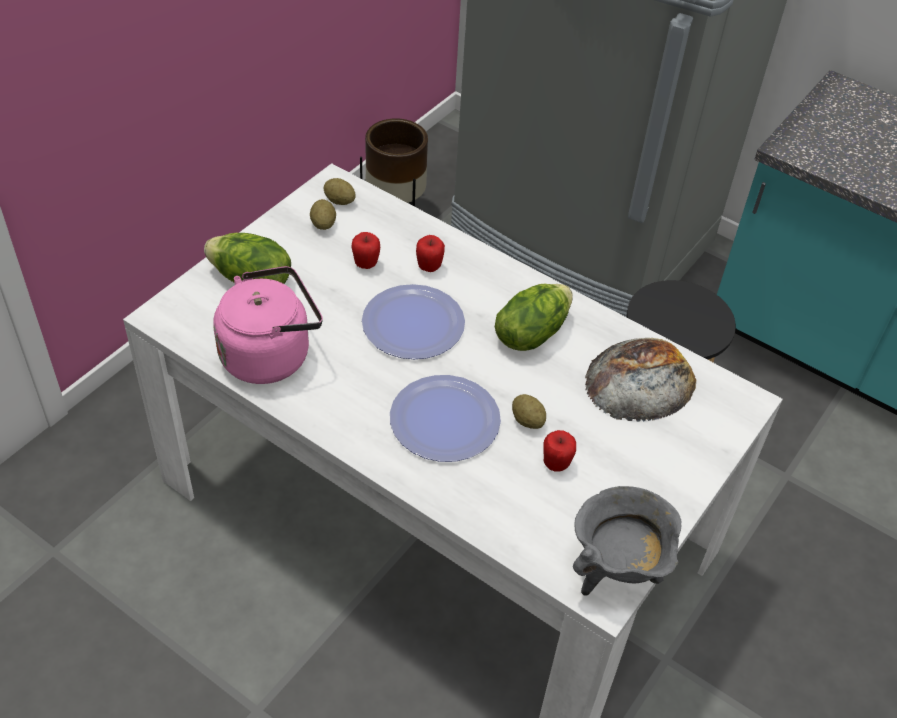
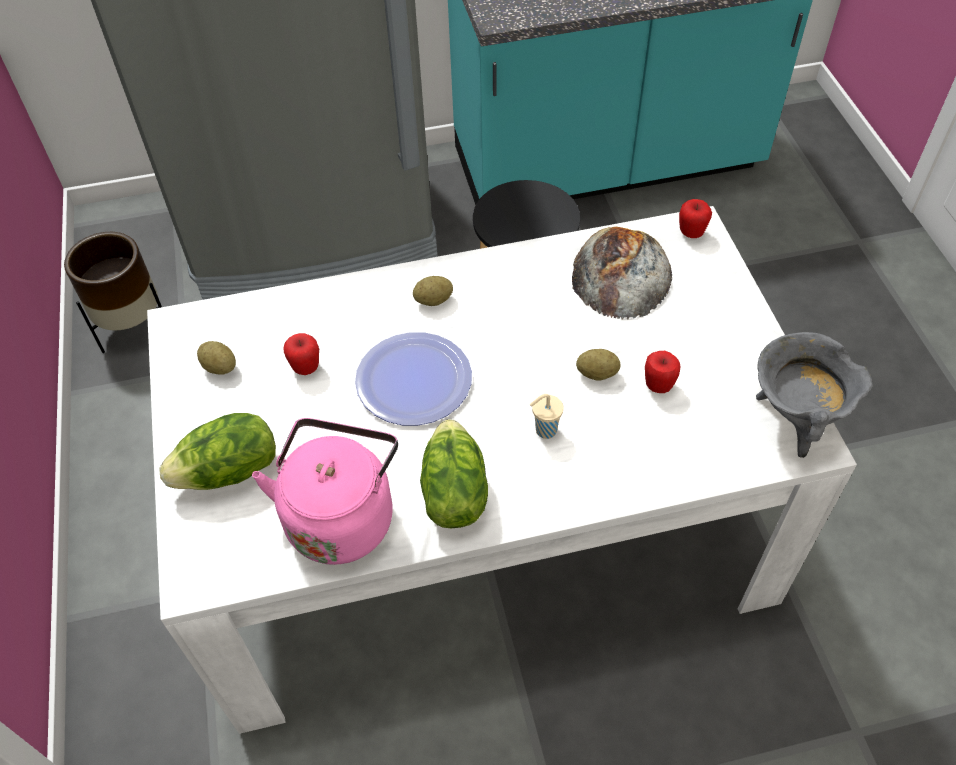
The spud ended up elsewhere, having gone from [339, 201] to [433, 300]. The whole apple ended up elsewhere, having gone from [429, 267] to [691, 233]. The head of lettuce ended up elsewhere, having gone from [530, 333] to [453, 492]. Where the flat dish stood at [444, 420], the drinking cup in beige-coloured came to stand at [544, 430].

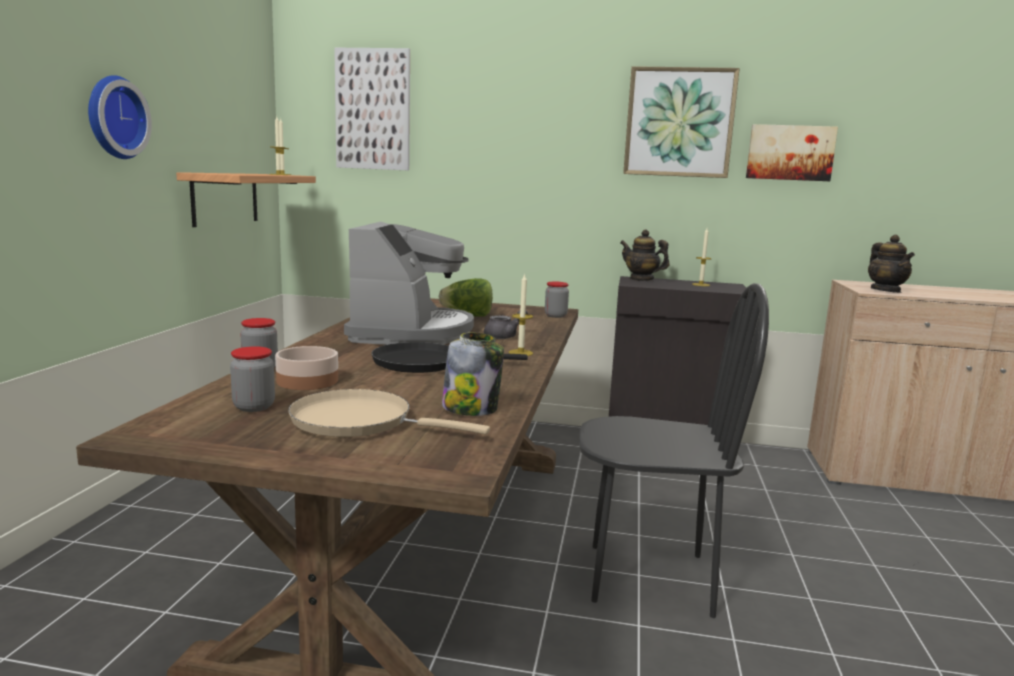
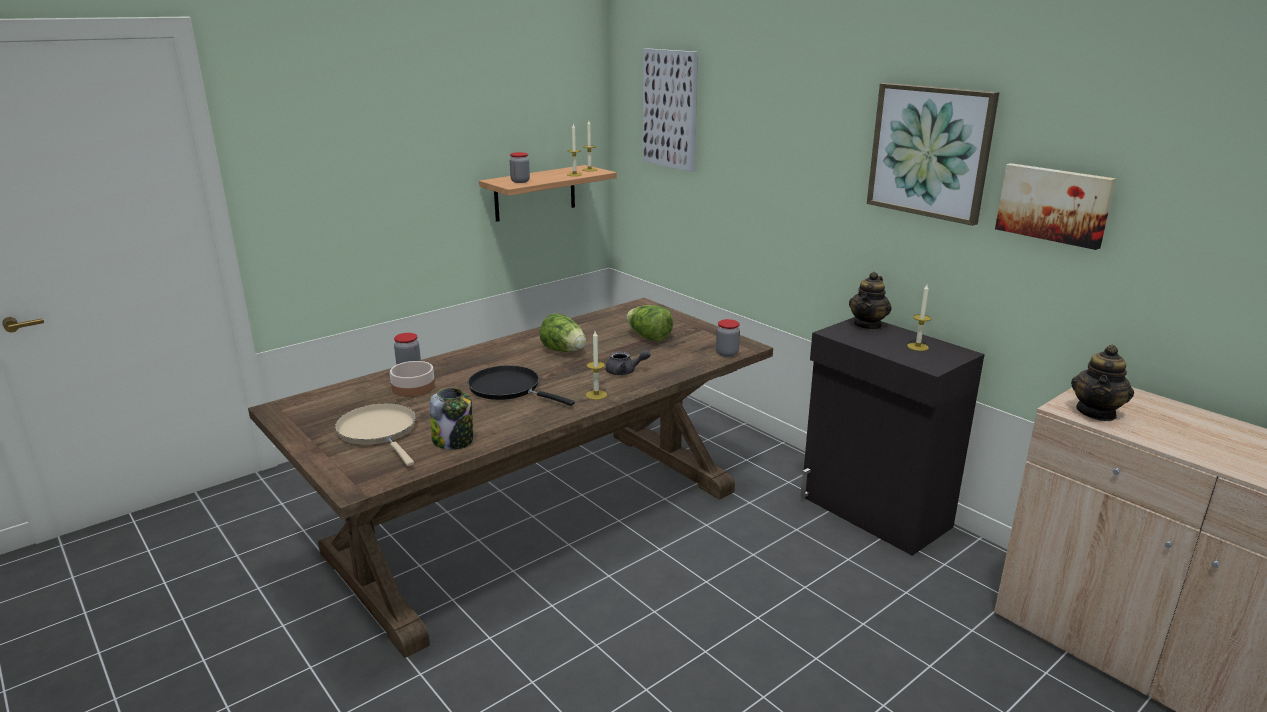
The second view lost the hanging clock at [113, 117]. Where the coffee machine stood at [411, 332], the head of lettuce came to stand at [564, 351]. The tea pot at [641, 279] ended up facing another way, 135 degrees counterclockwise from before. The second view lost the upright chair in black at [649, 578]. The storage jar ended up elsewhere, having gone from [254, 407] to [520, 181].

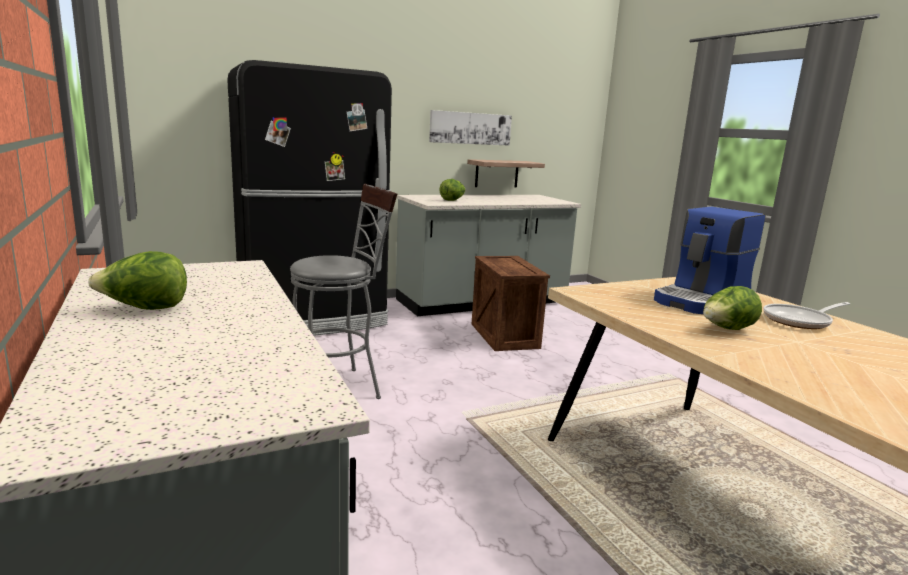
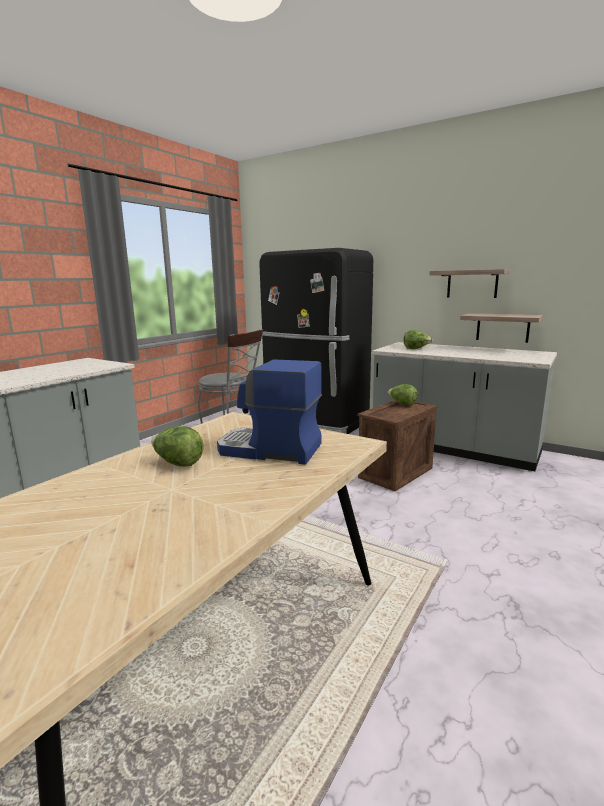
Where the picture hung at [470, 128], the bracket shelf came to hang at [472, 284]. The head of lettuce ended up elsewhere, having gone from [145, 309] to [402, 404]. The second view lost the pan at [800, 321].

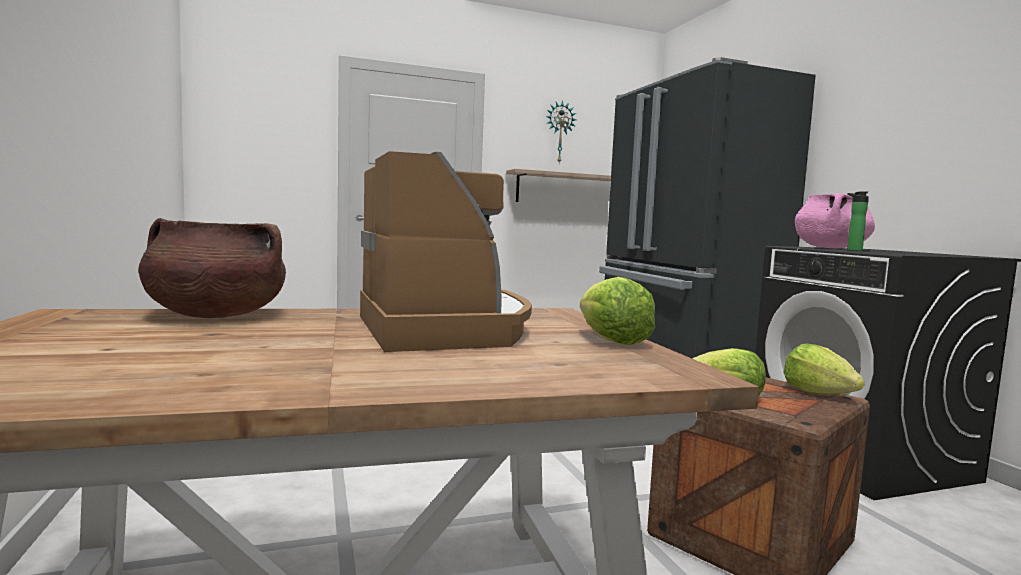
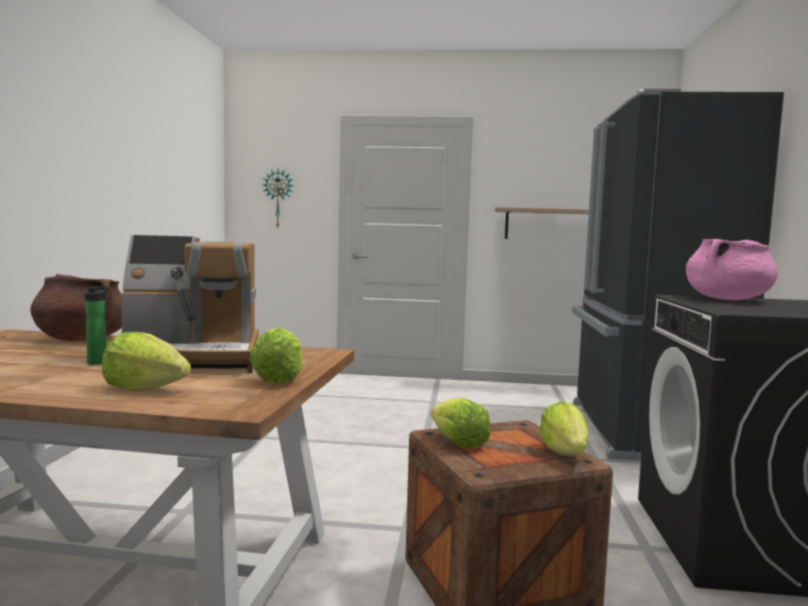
The hanging clock ended up elsewhere, having gone from [559, 132] to [278, 198]. The coffee machine at [447, 328] ended up facing another way, 75 degrees clockwise from before. The beverage bottle ended up elsewhere, having gone from [852, 250] to [98, 362]. The second view gained the head of lettuce at [145, 388].

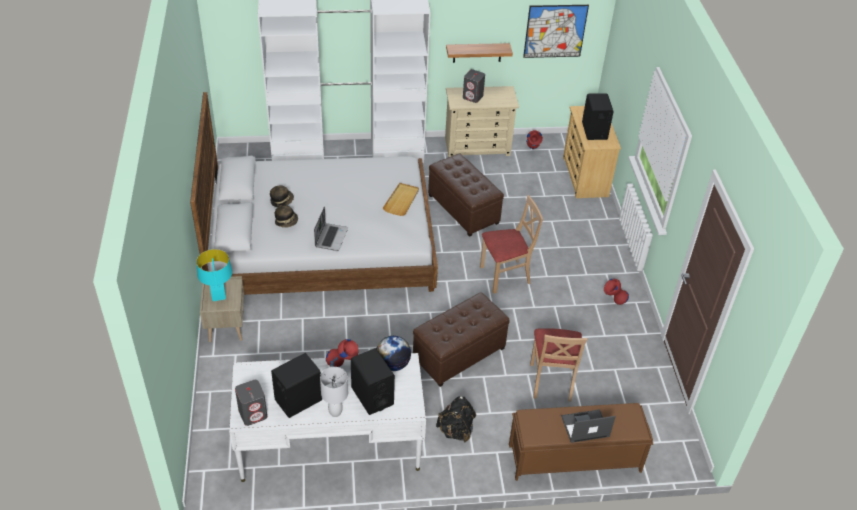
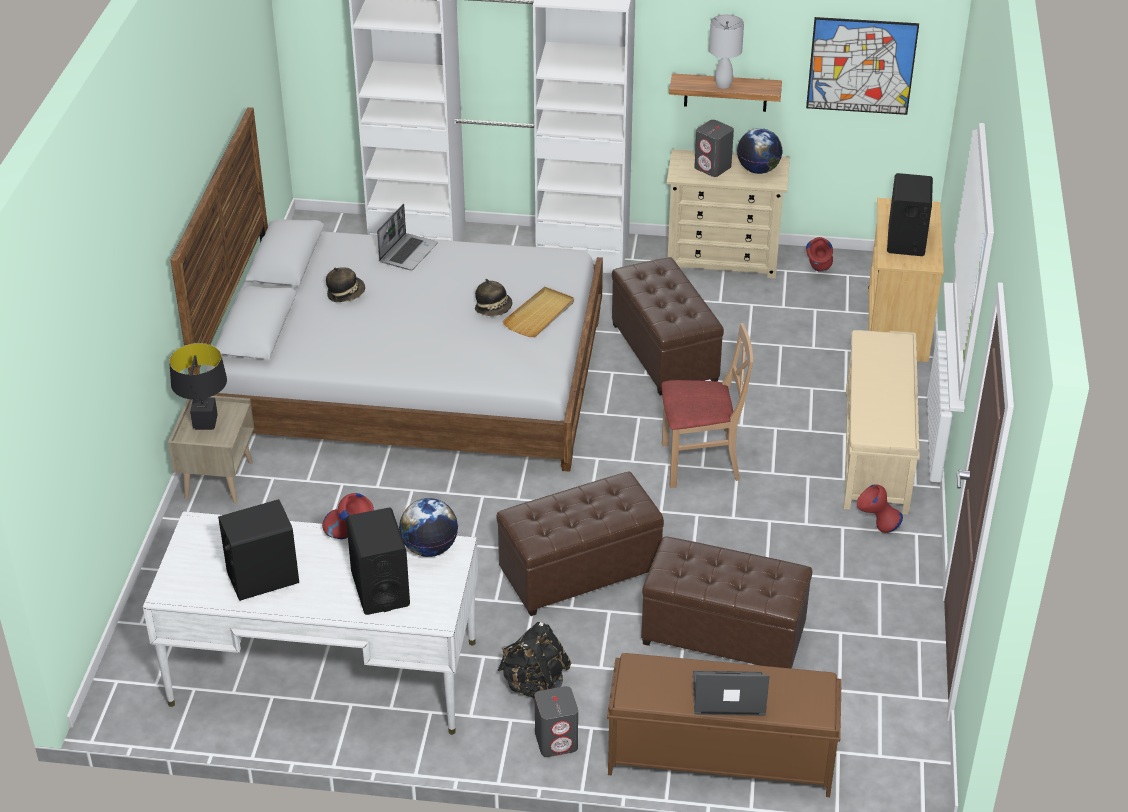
The hat ended up elsewhere, having gone from [286, 222] to [494, 309]. The laptop ended up elsewhere, having gone from [331, 237] to [408, 252]. What was the lamp for a table in turquoise at [218, 296] turned into the lamp for a table in black at [205, 423]. Where the upright chair in beige-coloured stood at [551, 381], the pouffe in brown came to stand at [723, 635]. The lamp for a table in white-coloured ended up elsewhere, having gone from [336, 412] to [724, 85]. The speaker in grey ended up elsewhere, having gone from [253, 413] to [557, 741]. The second view gained the world globe at [758, 170]. The second view gained the long seat in beige-coloured at [876, 451].

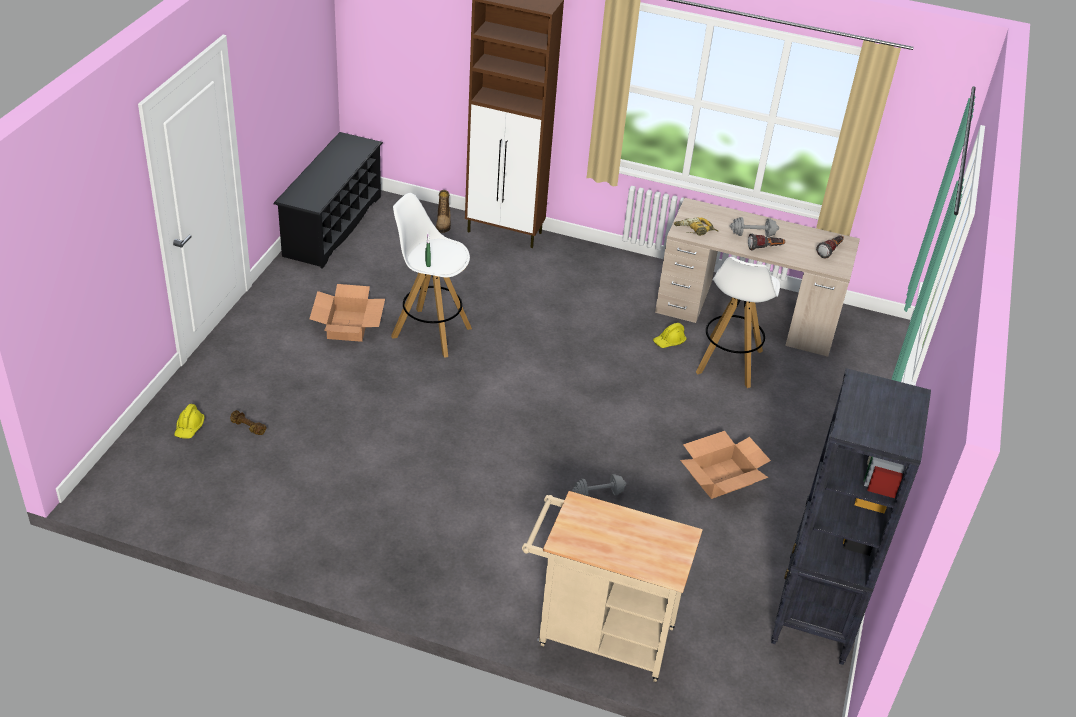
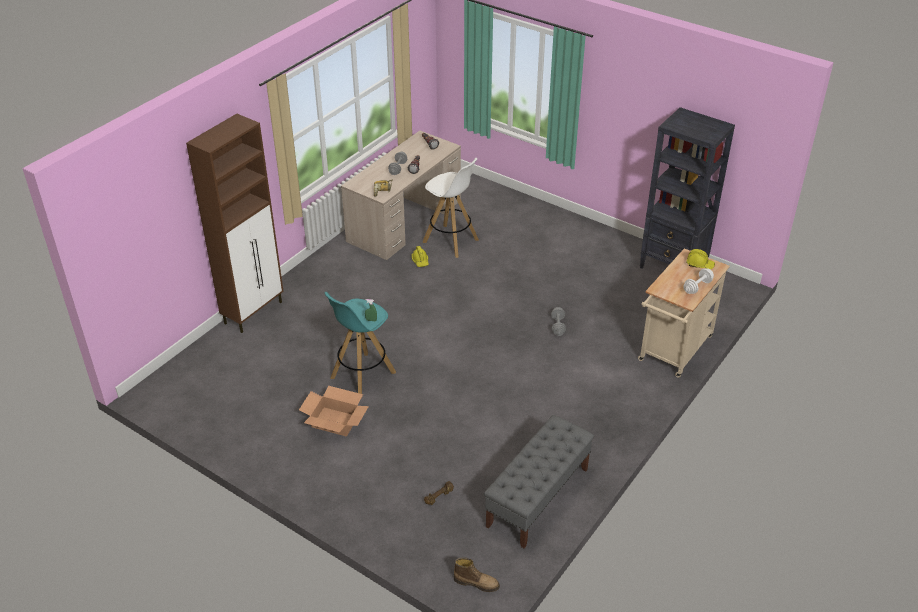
The second view lost the shoe rack in black at [332, 226]. The boot ended up elsewhere, having gone from [443, 223] to [476, 582]. What was the stool seat in white-coloured at [430, 332] turned into the stool seat in turquoise at [362, 375]. The work helmet in yellowish ended up elsewhere, having gone from [189, 427] to [699, 264]. The second view lost the cardboard box at [721, 478]. The second view gained the free weight in white-coloured at [697, 287]. The second view gained the long seat in grey at [537, 498].

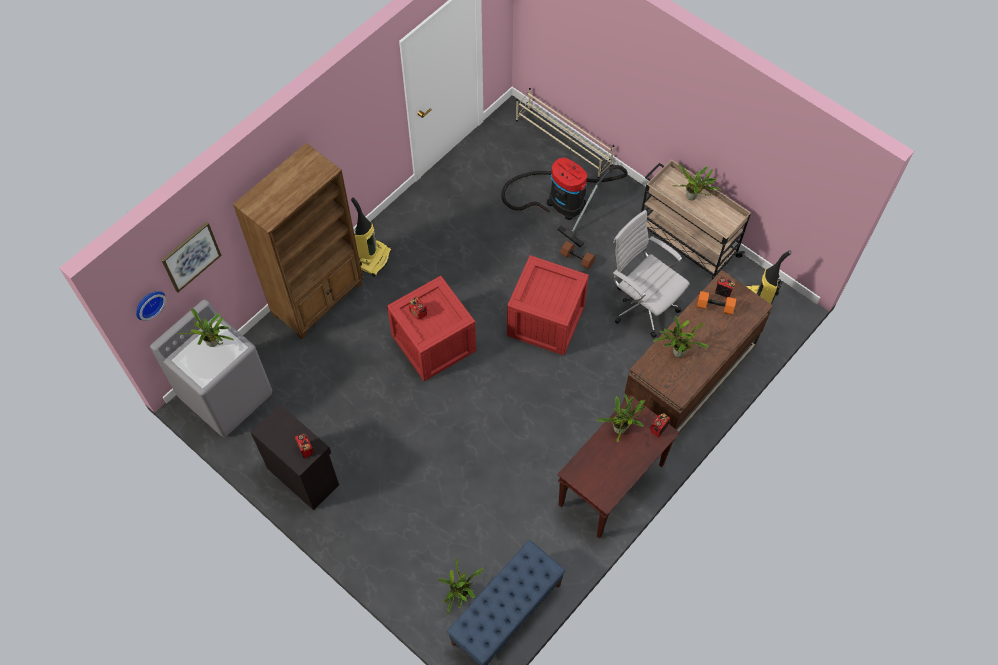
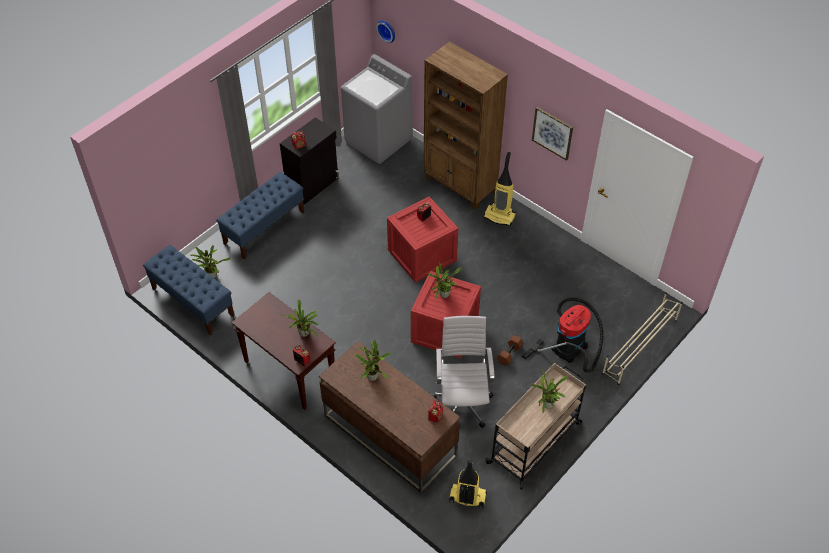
The computer chair in white-coloured at [642, 305] ended up facing another way, 45 degrees counterclockwise from before. The picture ended up elsewhere, having gone from [191, 256] to [552, 133]. The second view lost the free weight in orange at [714, 307]. The plant in a pot ended up elsewhere, having gone from [214, 343] to [443, 295]. The second view gained the long seat in bluish at [264, 227].

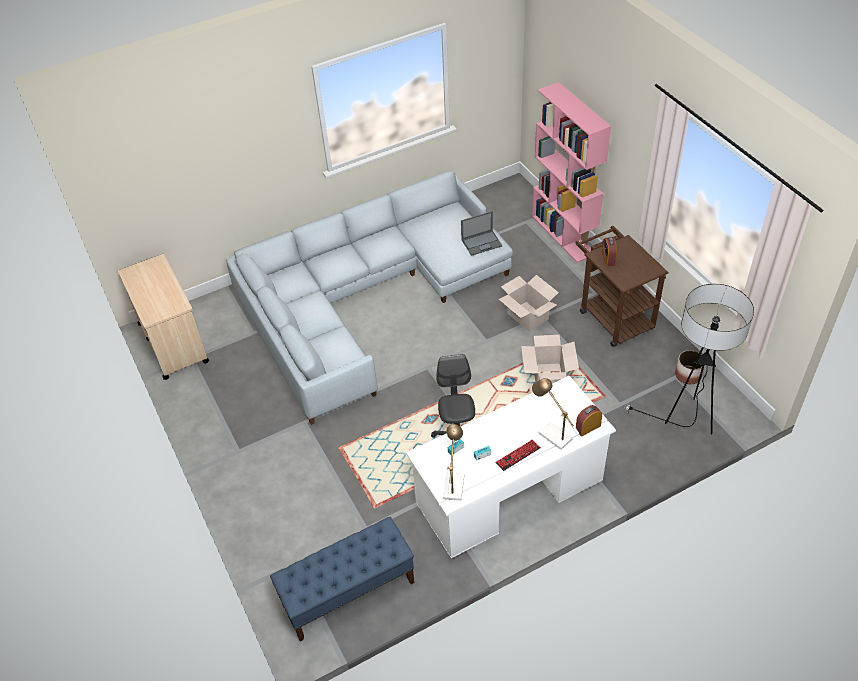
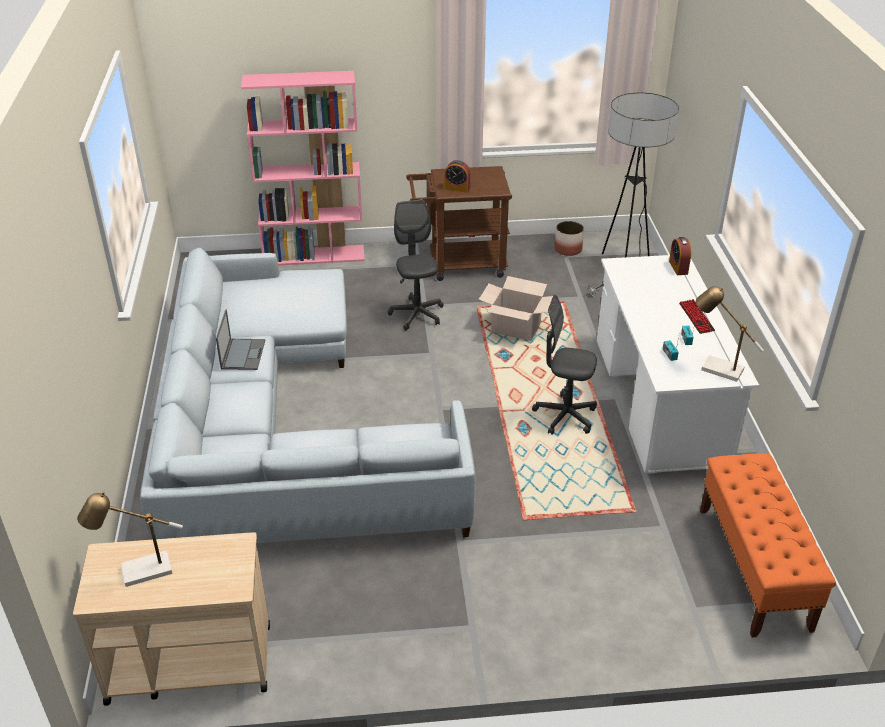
The laptop ended up elsewhere, having gone from [482, 243] to [243, 354]. Where the cardboard box stood at [528, 316], the computer chair in grey came to stand at [417, 314]. The lamp for a table ended up elsewhere, having gone from [551, 434] to [139, 573]. What was the long seat in bluish at [348, 593] turned into the long seat in orange at [754, 568].

